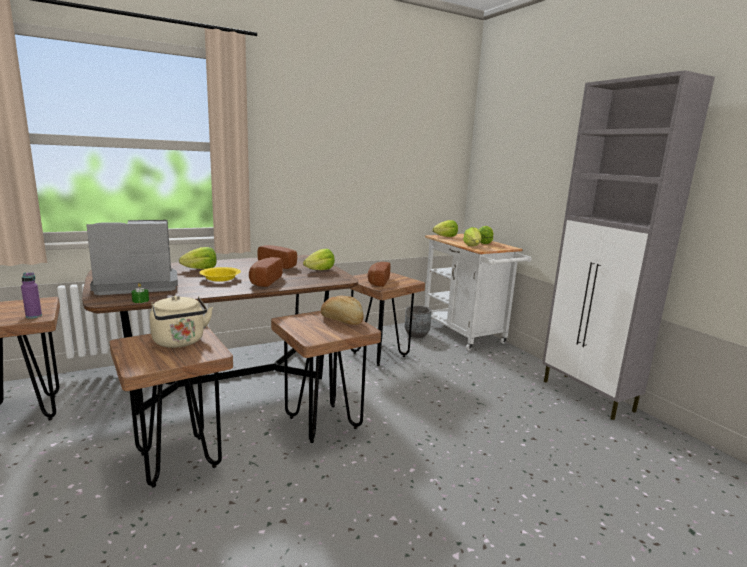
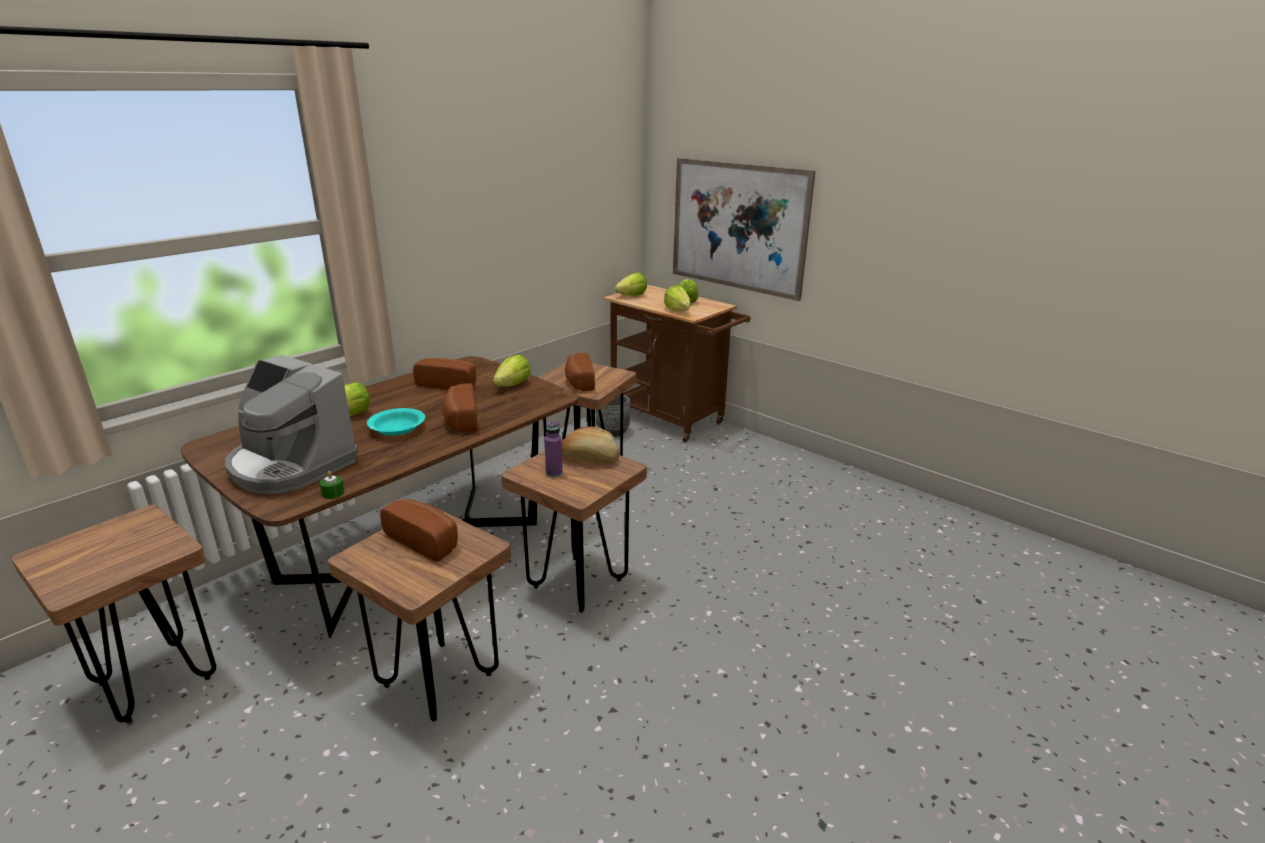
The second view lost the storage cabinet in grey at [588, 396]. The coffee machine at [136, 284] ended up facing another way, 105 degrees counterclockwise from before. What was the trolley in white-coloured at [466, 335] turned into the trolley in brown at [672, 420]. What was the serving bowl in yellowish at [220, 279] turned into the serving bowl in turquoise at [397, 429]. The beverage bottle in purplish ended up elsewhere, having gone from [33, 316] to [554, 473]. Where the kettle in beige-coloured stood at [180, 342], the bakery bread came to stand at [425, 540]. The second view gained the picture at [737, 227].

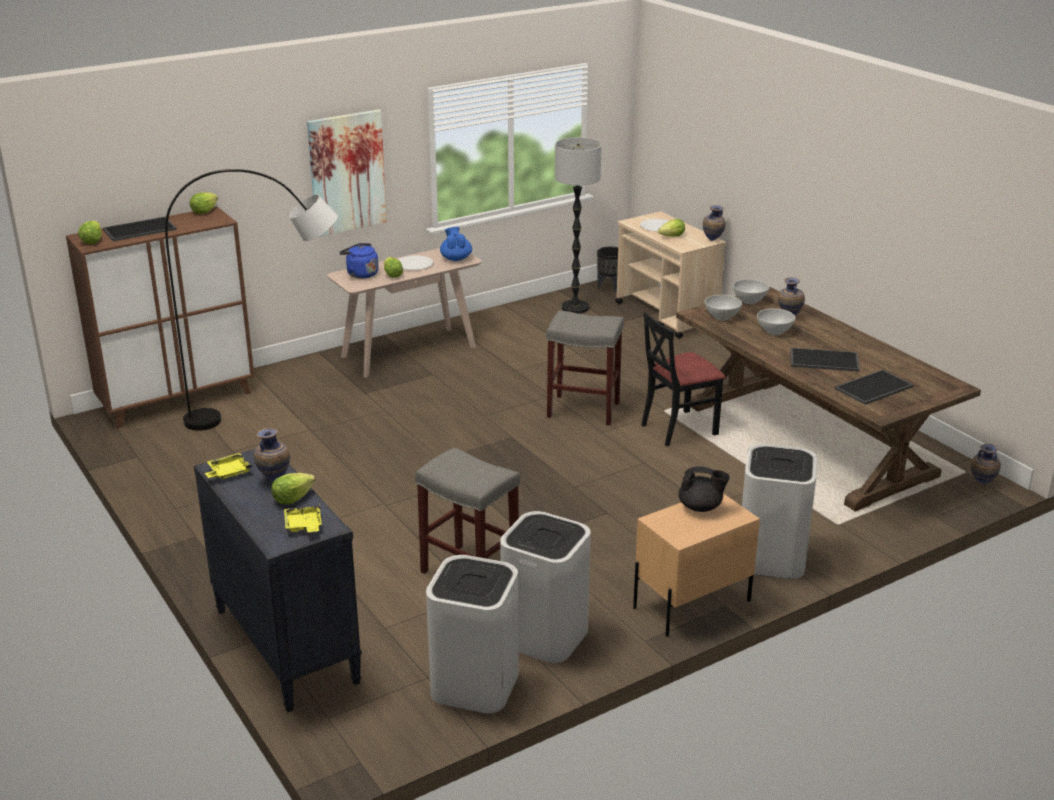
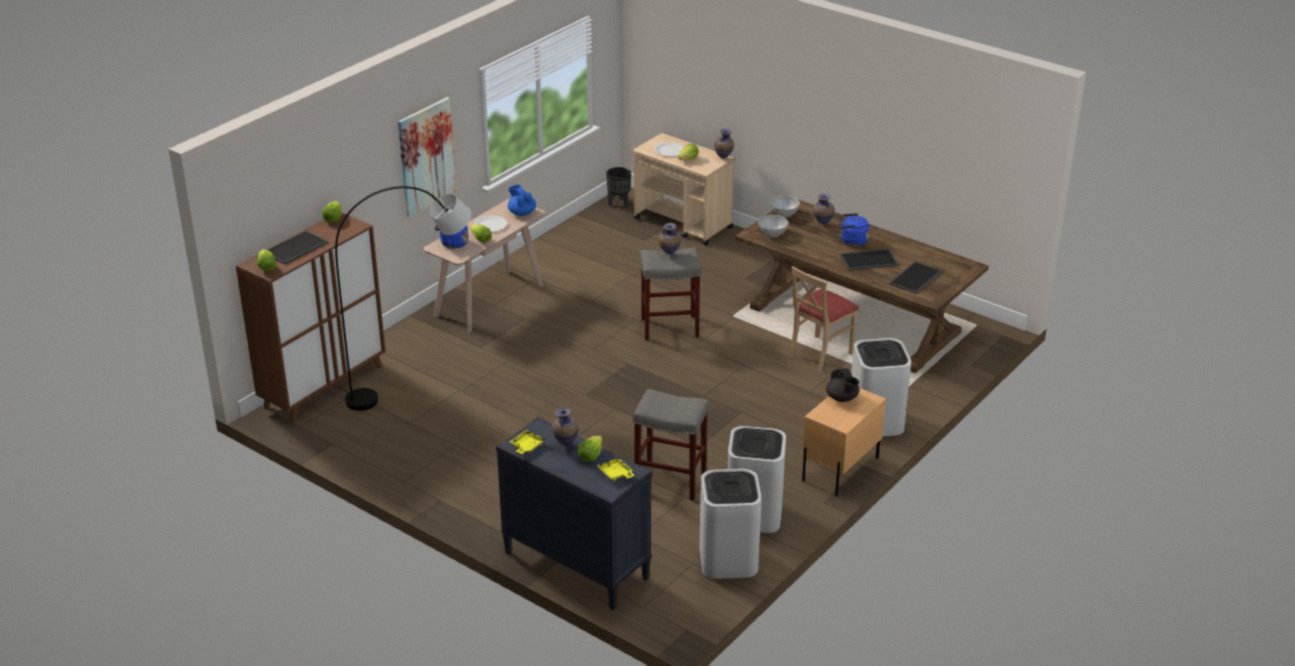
The second view lost the standing lamp at [575, 308]. The second view lost the serving bowl in white-coloured at [774, 331]. The second view lost the upright chair in black at [678, 429]. The decorative vase ended up elsewhere, having gone from [981, 484] to [669, 255]. The tea pot in black at [701, 507] ended up facing another way, 75 degrees clockwise from before. The second view gained the kettle in bluish at [852, 241]. The second view gained the upright chair in beige-coloured at [820, 354].

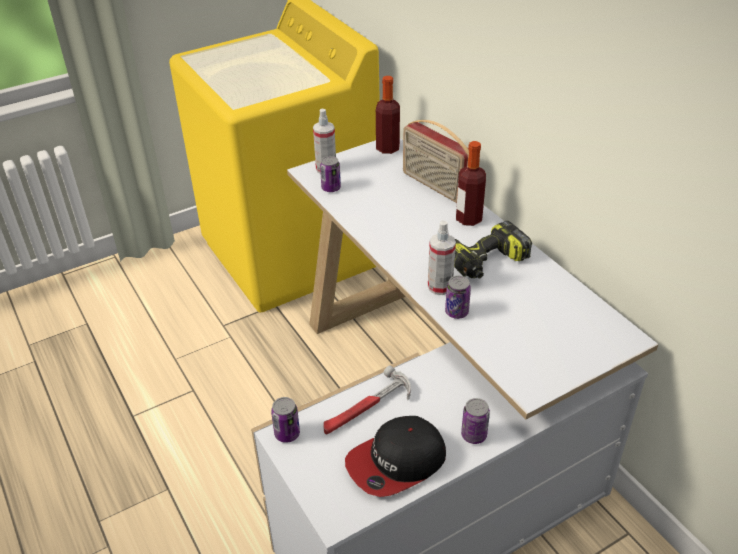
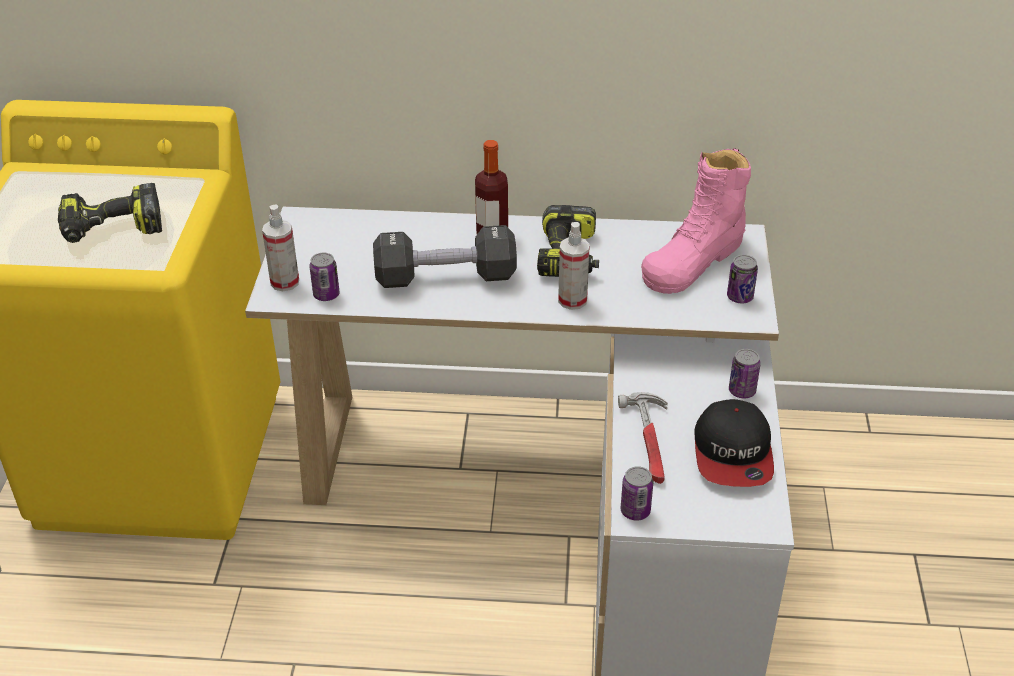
The second view lost the beverage bottle at [387, 148]. The second view lost the radio set at [434, 186]. The metal can ended up elsewhere, having gone from [456, 312] to [740, 297]. The second view gained the boot in pinkish at [693, 260]. The second view gained the power drill at [112, 230]. The second view gained the free weight in black at [445, 277].

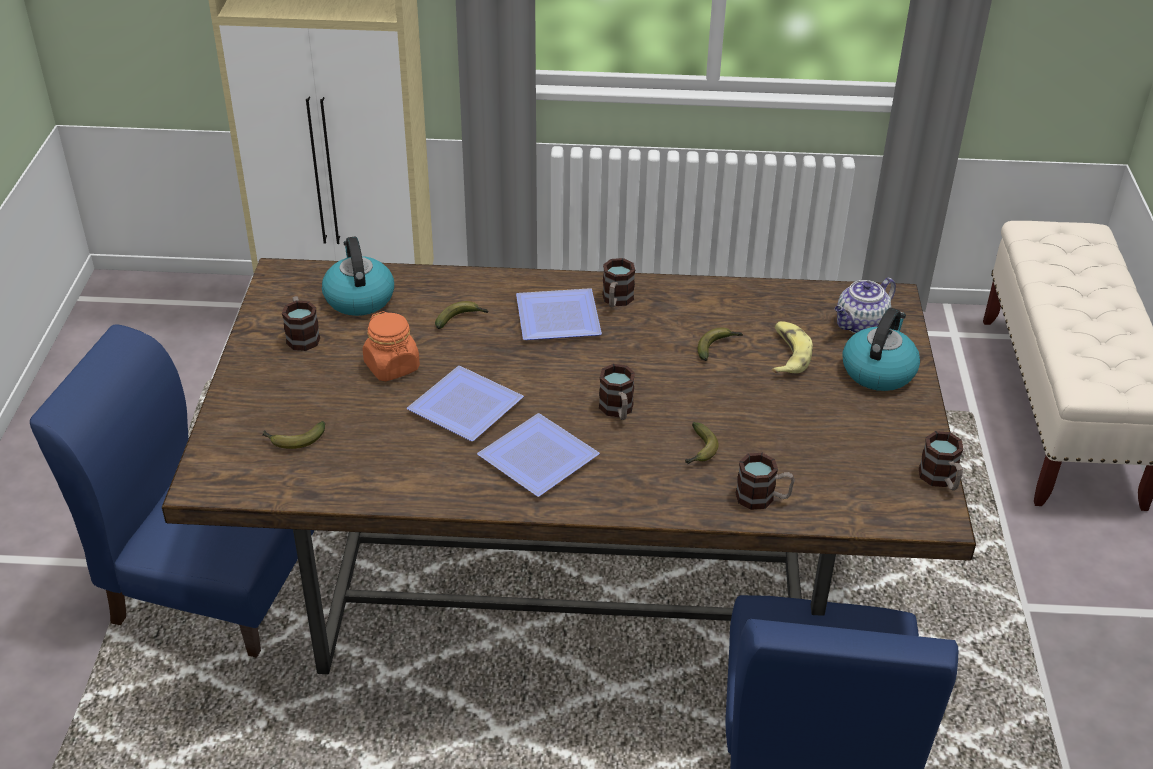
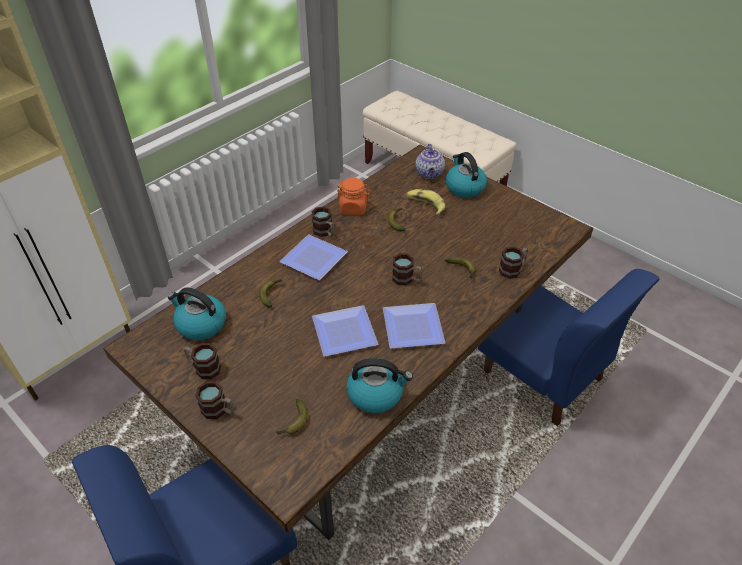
The storage jar in orange ended up elsewhere, having gone from [392, 367] to [353, 208]. The coffee mug ended up elsewhere, having gone from [941, 480] to [219, 410]. The second view gained the kettle at [376, 394].

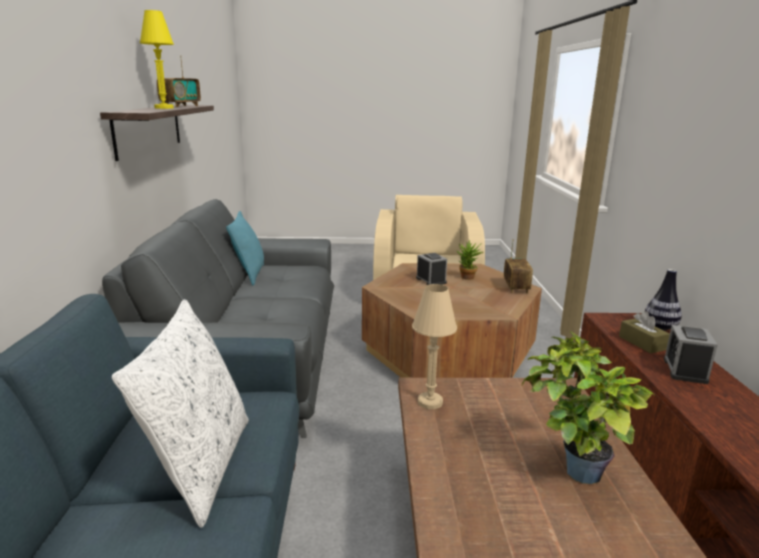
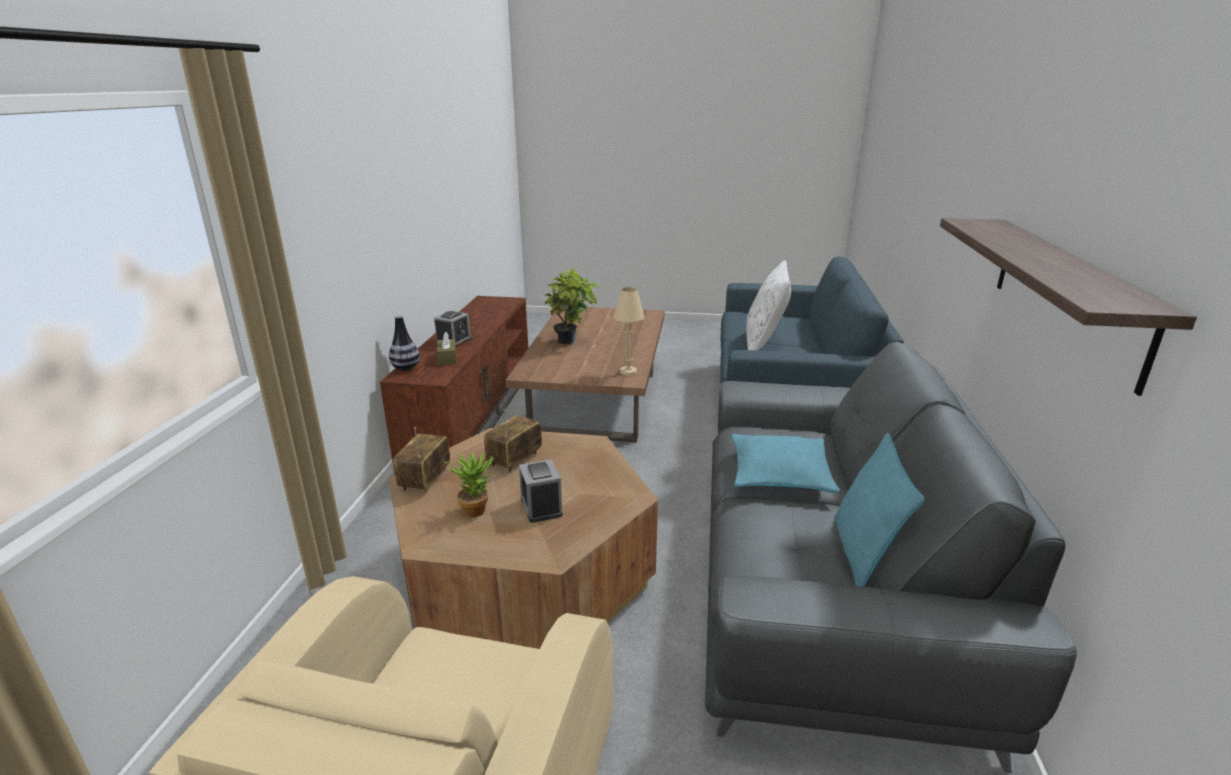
The second view lost the lamp for a table in yellowish at [164, 108]. The radio set ended up elsewhere, having gone from [180, 106] to [515, 460]. The second view gained the pillow in turquoise at [780, 475].

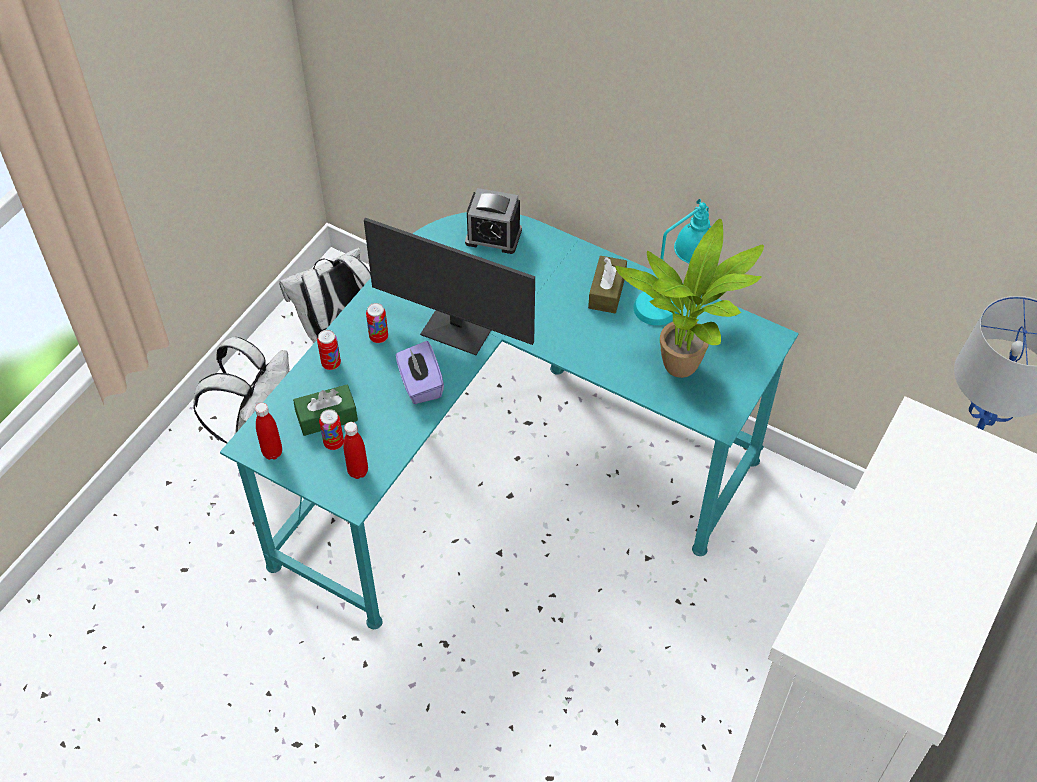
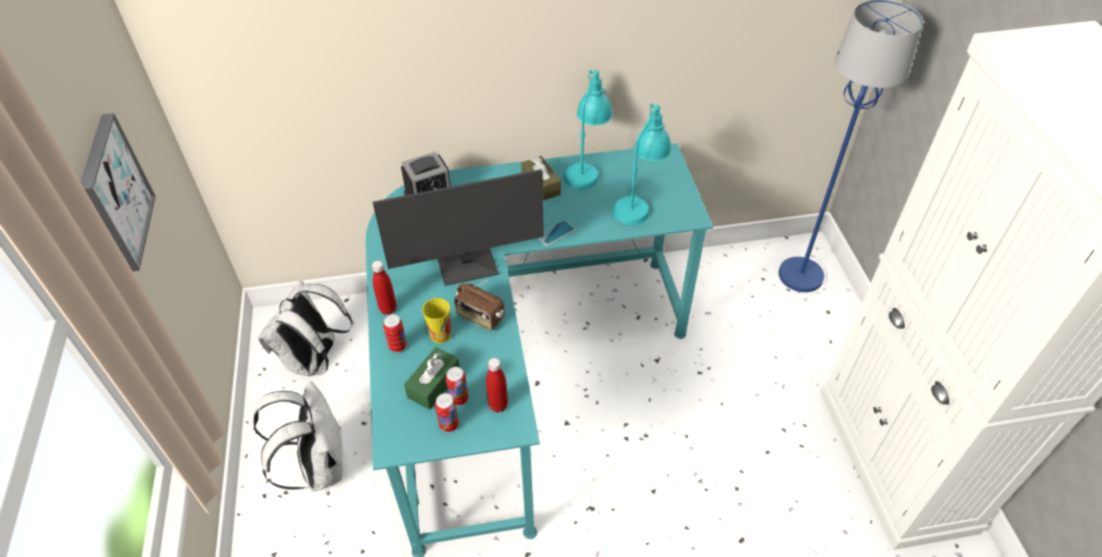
Where the plant in a pot stood at [683, 371], the lamp for a table in turquoise came to stand at [638, 202]. The metal can ended up elsewhere, having gone from [378, 337] to [449, 425]. Where the box of tissues in purplish stood at [420, 384], the radio set came to stand at [480, 317]. The beverage bottle in reddish ended up elsewhere, having gone from [272, 452] to [388, 309]. The second view gained the picture at [114, 193]. The second view gained the handset at [555, 233]. The second view gained the drinking cup at [440, 334].

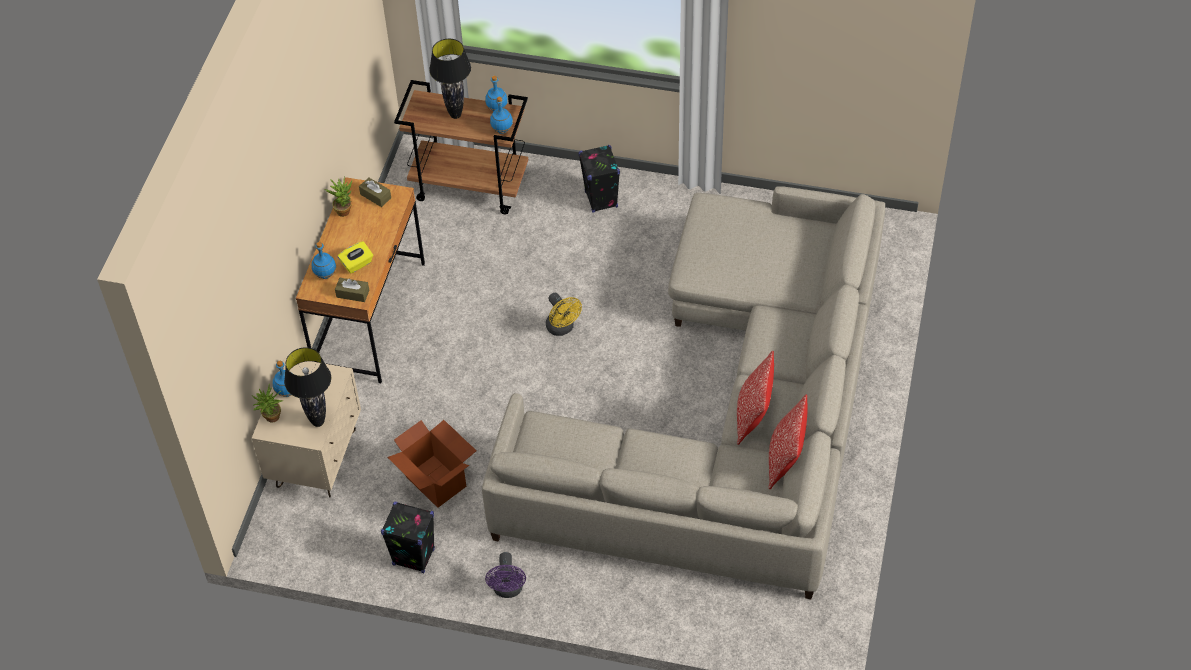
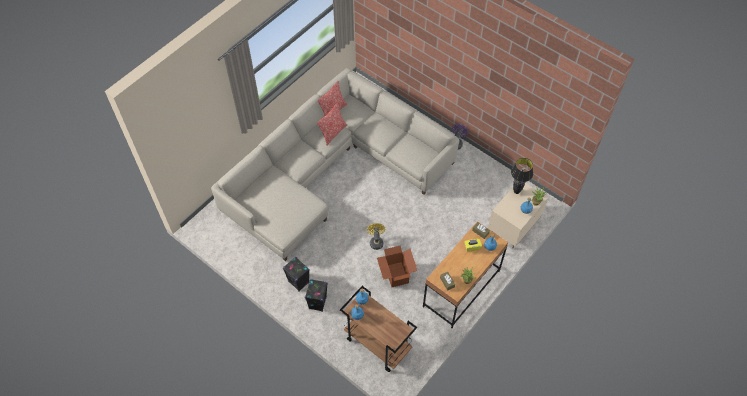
The second view lost the lamp for a table in black at [456, 115]. The cardboard box ended up elsewhere, having gone from [436, 481] to [396, 274]. The speaker in black ended up elsewhere, having gone from [413, 557] to [299, 282].

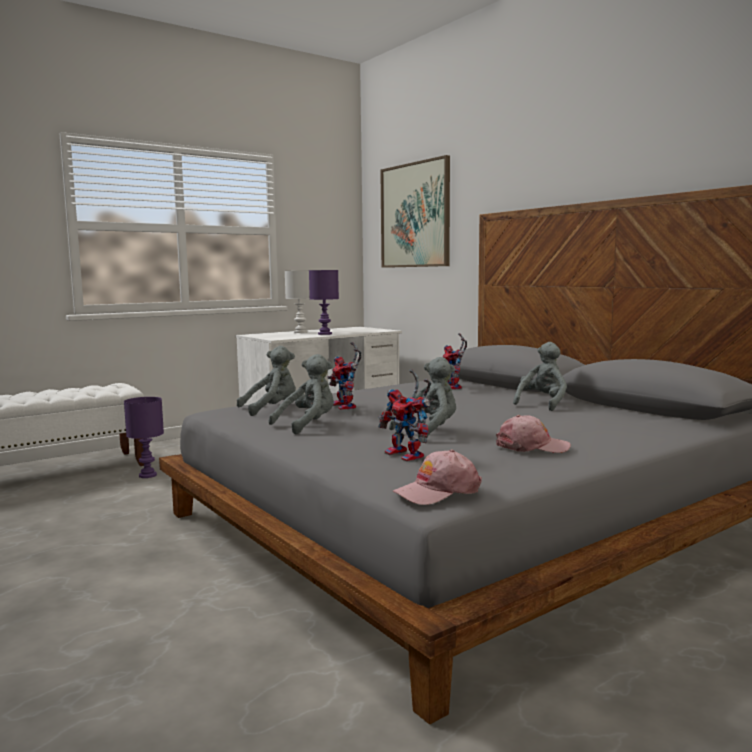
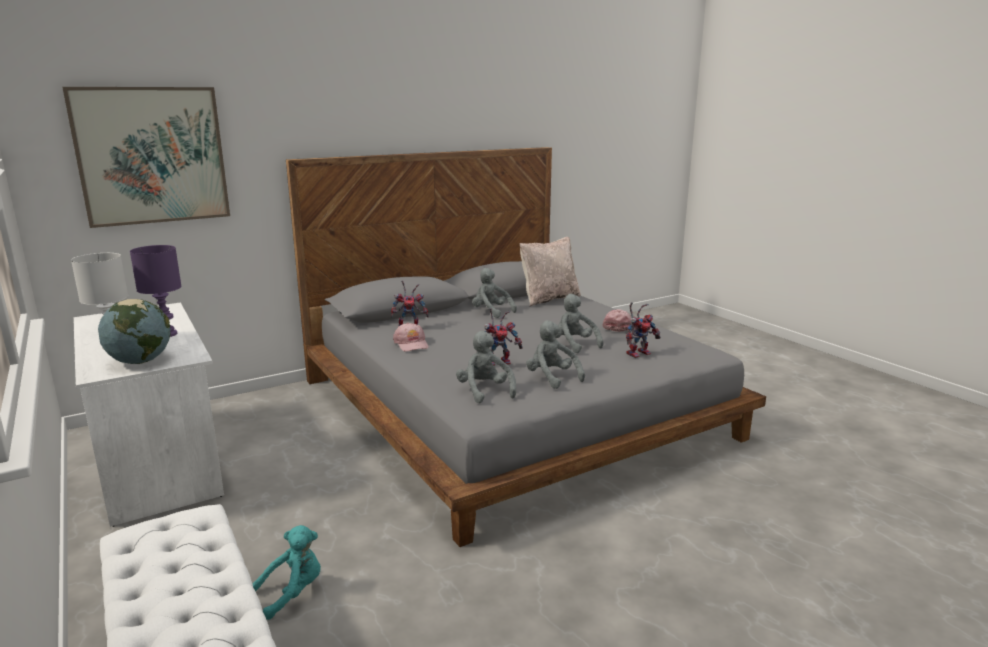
Where the lamp for a table in purplish stood at [147, 475], the soft toy in turquoise came to stand at [293, 592]. The baseball cap in pinkish ended up elsewhere, having gone from [437, 492] to [411, 344]. The second view gained the pillow in beige-coloured at [548, 298]. The second view gained the world globe at [140, 361].

